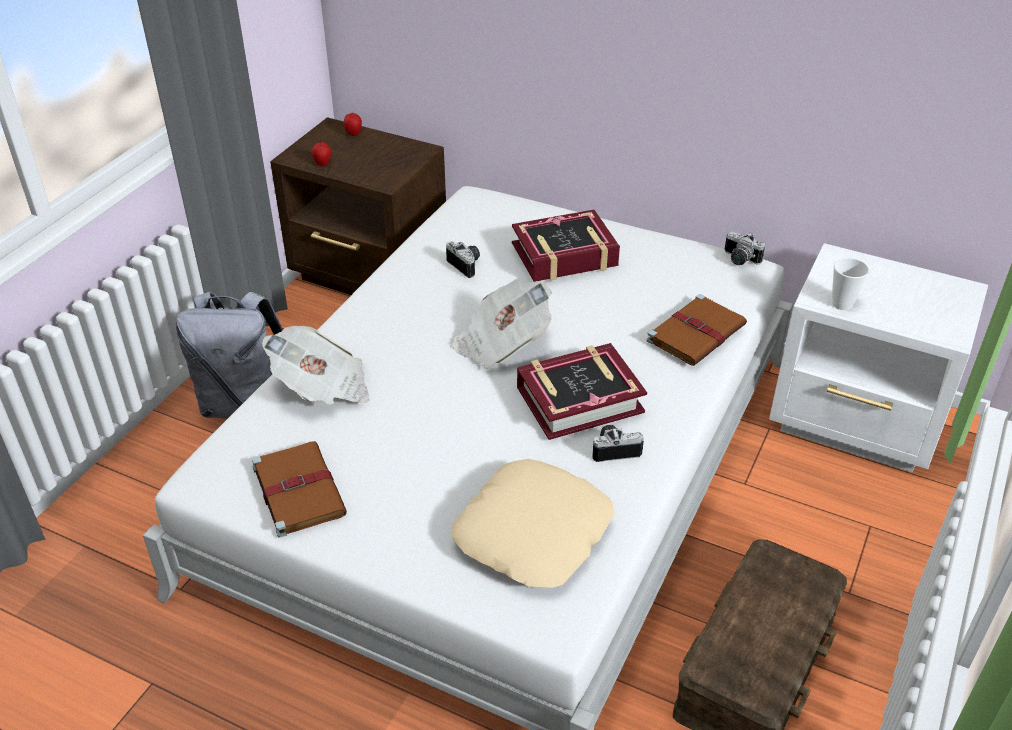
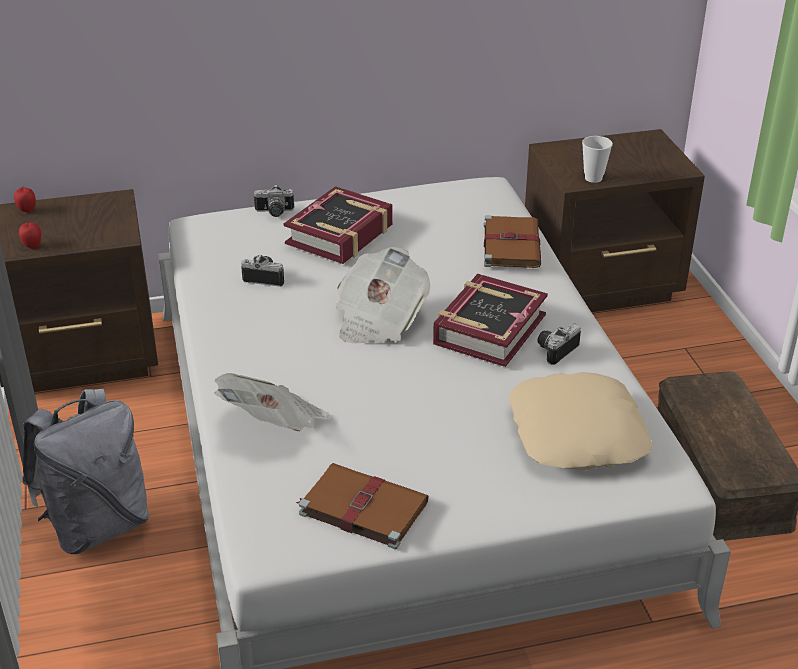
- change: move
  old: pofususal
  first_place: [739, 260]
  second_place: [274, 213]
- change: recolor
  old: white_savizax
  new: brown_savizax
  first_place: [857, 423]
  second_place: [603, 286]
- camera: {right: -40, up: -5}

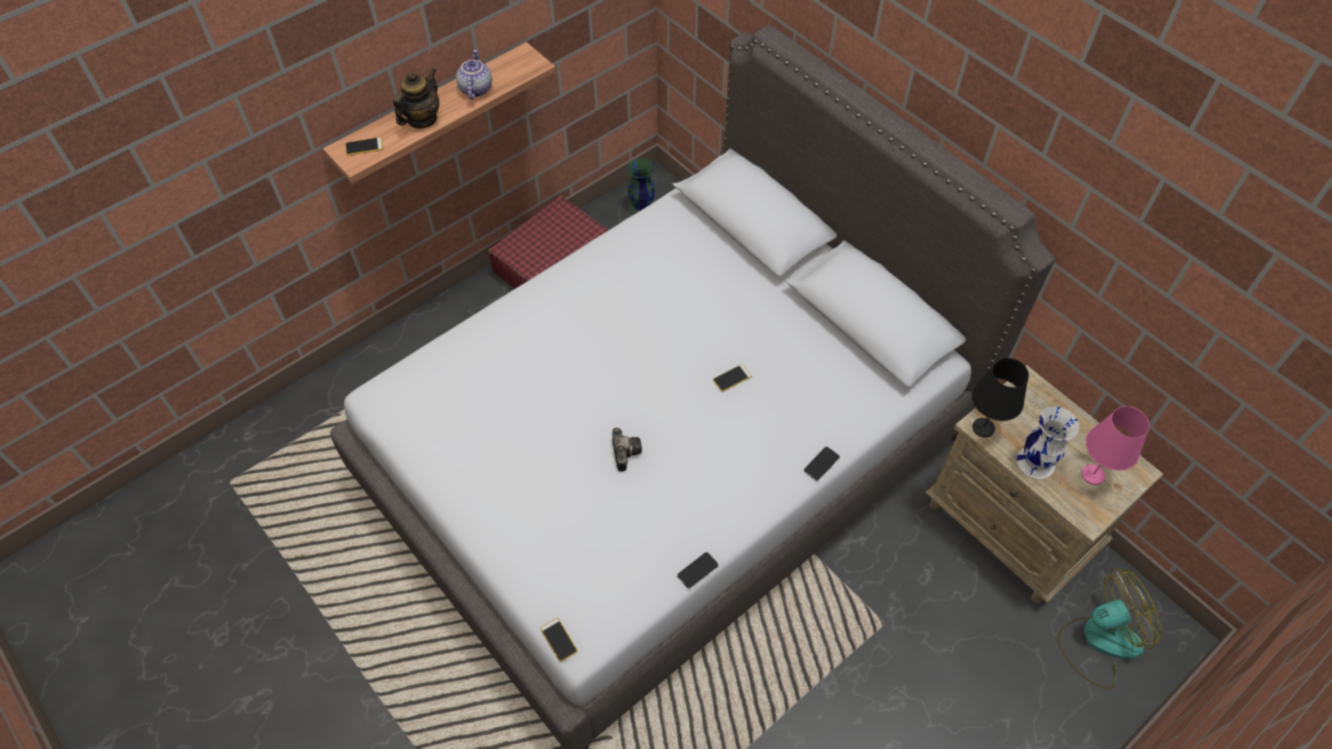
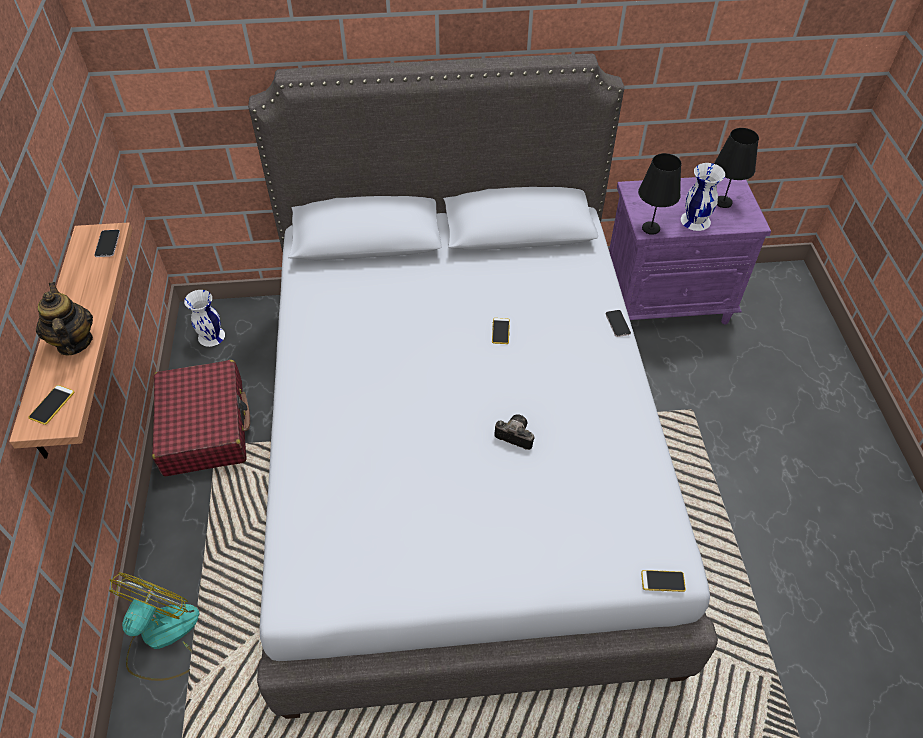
- change: delete
  old: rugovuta
  first_place: [475, 89]
- change: recolor
  old: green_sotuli
  new: white_sotuli
  first_place: [641, 206]
  second_place: [211, 336]
- change: move
  old: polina
  first_place: [697, 570]
  second_place: [107, 244]
- change: recolor
  old: beige_savizax
  new: purple_savizax
  first_place: [1011, 528]
  second_place: [667, 301]
- change: move
  old: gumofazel
  first_place: [1098, 641]
  second_place: [162, 638]
- change: recolor
  old: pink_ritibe
  new: black_ritibe
  first_place: [1093, 474]
  second_place: [723, 202]
- camera: {right: -55, up: -5}

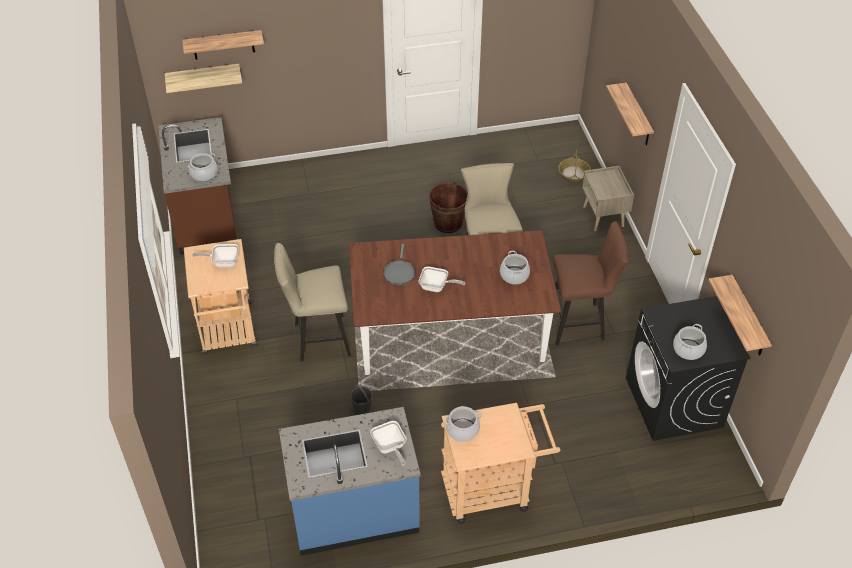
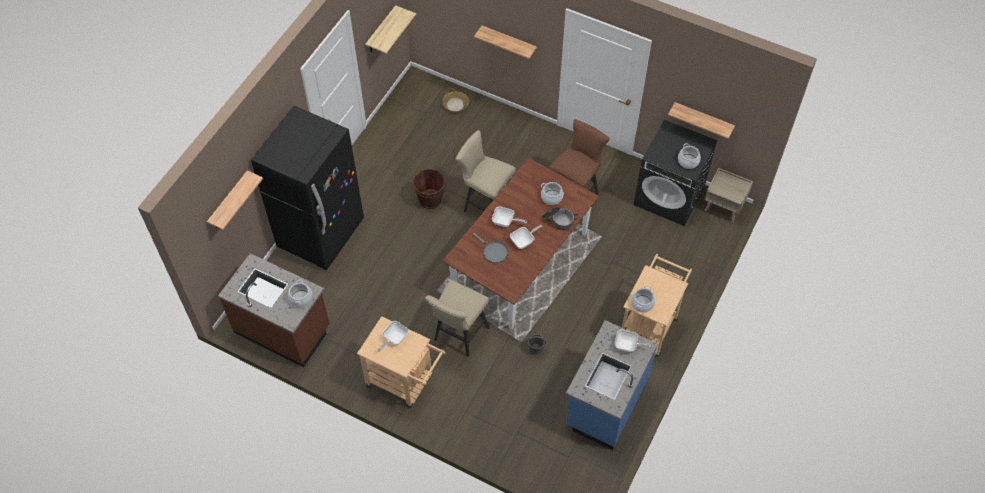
- change: move
  old: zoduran
  first_place: [203, 78]
  second_place: [381, 31]
- change: move
  old: beige_savizax
  first_place: [604, 216]
  second_place: [724, 207]
- change: insert
  new: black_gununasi
  second_place: [321, 234]
- change: insert
  new: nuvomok
  second_place: [505, 222]
- change: insert
  new: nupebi
  second_place: [558, 220]
- camera: {right: -50, up: 10}

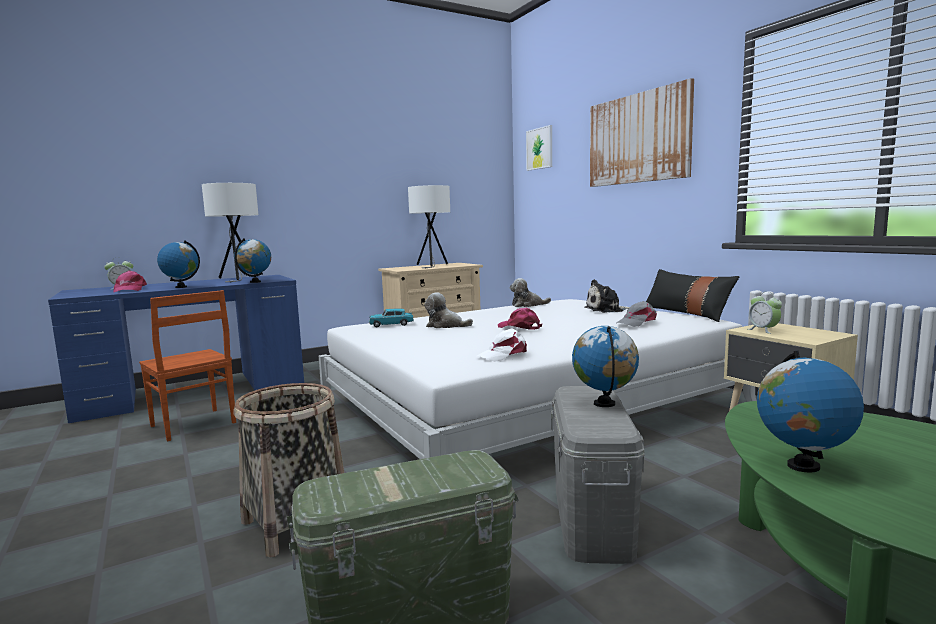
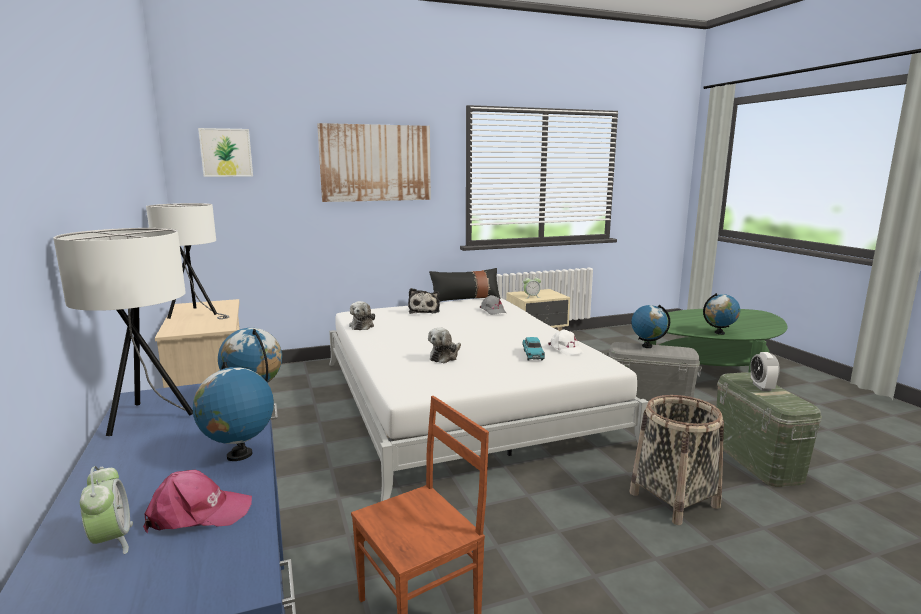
- change: move
  old: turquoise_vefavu
  first_place: [391, 325]
  second_place: [533, 355]
- change: delete
  old: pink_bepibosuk
  first_place: [519, 327]
- change: insert
  new: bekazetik
  second_place: [762, 387]
- camera: {right: -80, up: 5}

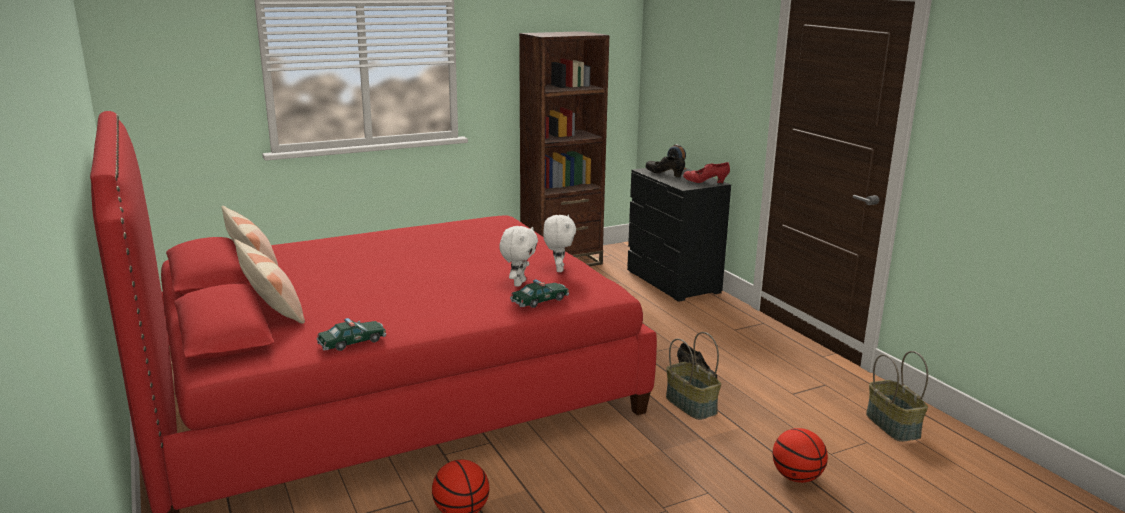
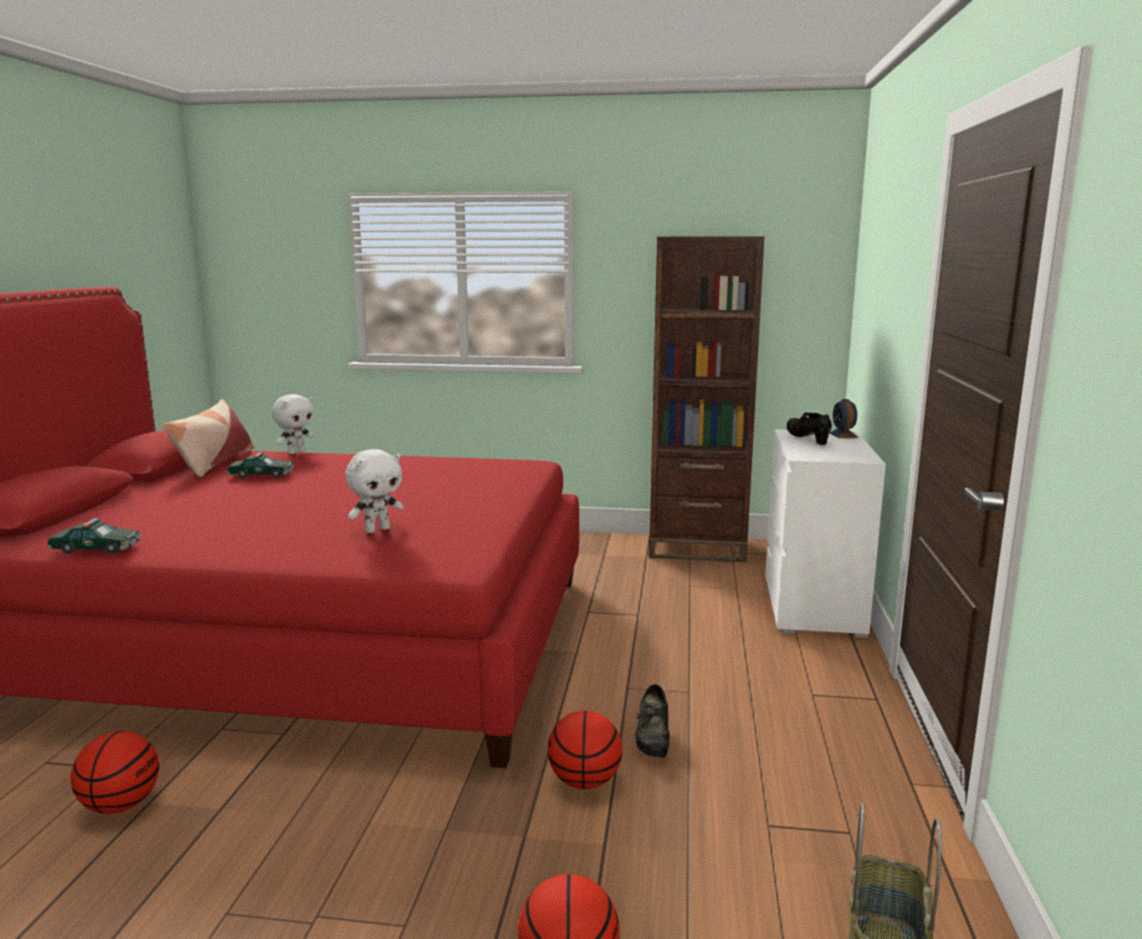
- change: delete
  old: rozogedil
  first_place: [271, 306]
- change: move
  old: vefavu
  first_place: [540, 301]
  second_place: [261, 475]
- change: move
  old: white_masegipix
  first_place: [558, 269]
  second_place: [296, 452]
- change: recolor
  old: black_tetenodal
  new: white_tetenodal
  first_place: [673, 282]
  second_place: [812, 606]
- change: replace
  old: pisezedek
  new: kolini
  first_place: [692, 405]
  second_place: [585, 781]
- change: delete
  old: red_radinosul
  first_place: [705, 183]
- camera: {right: 35, up: -5}

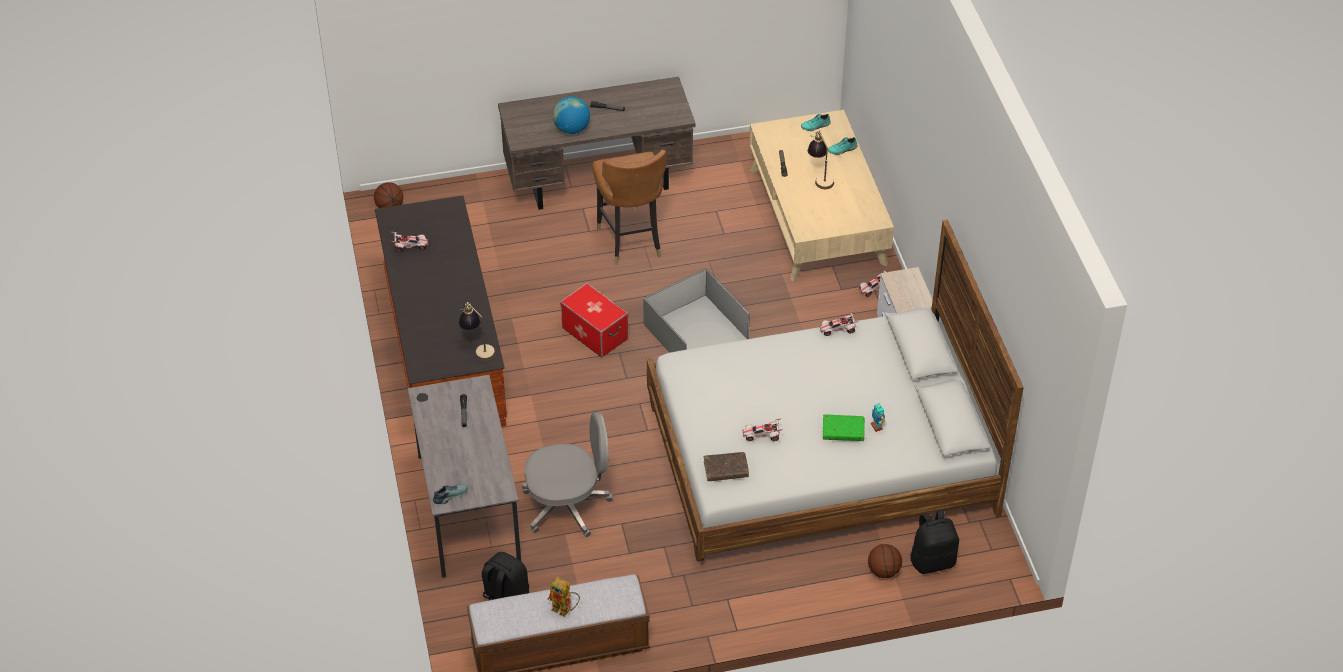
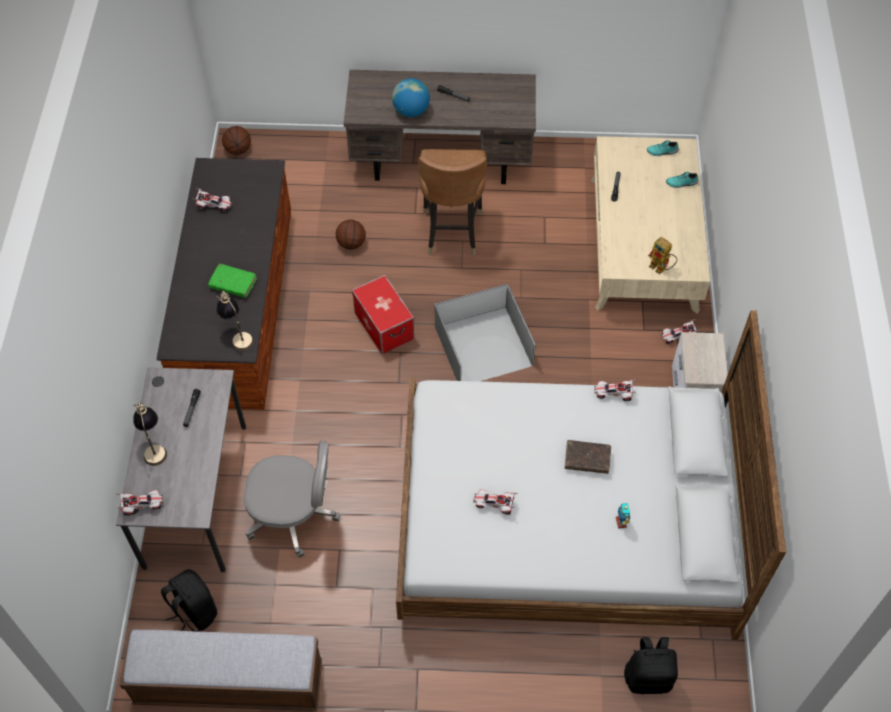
- change: replace
  old: radinosul
  new: vefavu
  first_place: [450, 495]
  second_place: [142, 505]
- change: move
  old: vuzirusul
  first_place: [565, 609]
  second_place: [661, 268]
- change: move
  old: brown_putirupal
  first_place: [726, 470]
  second_place: [587, 459]
- change: move
  old: ritibe
  first_place: [820, 177]
  second_place: [154, 446]
- change: move
  old: green_putirupal
  first_place: [843, 431]
  second_place: [233, 284]
- change: move
  old: kolini
  first_place: [884, 571]
  second_place: [351, 244]
- camera: {right: 15, up: 10}

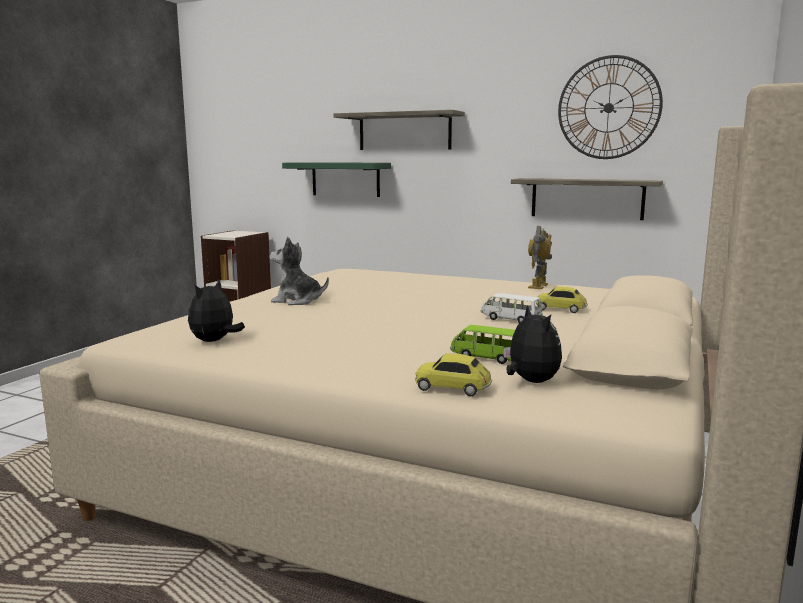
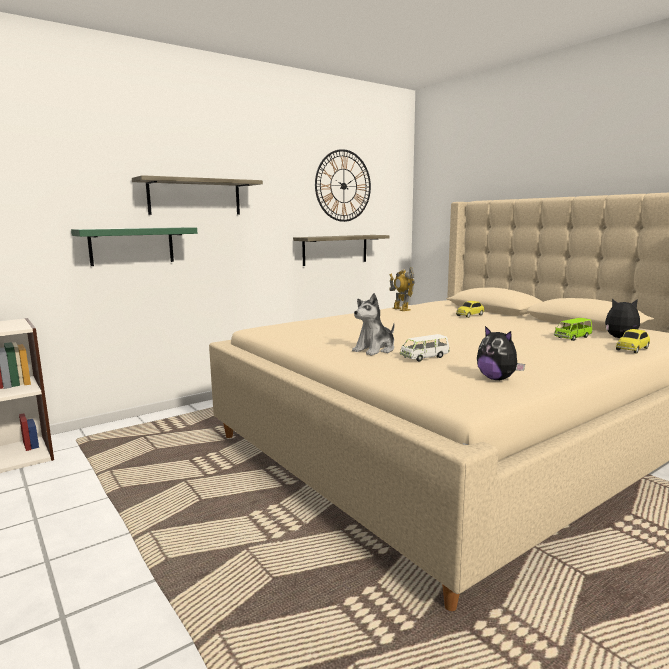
- change: move
  old: white_vefavu
  first_place: [511, 319]
  second_place: [424, 357]
- camera: {right: -60, up: 0}

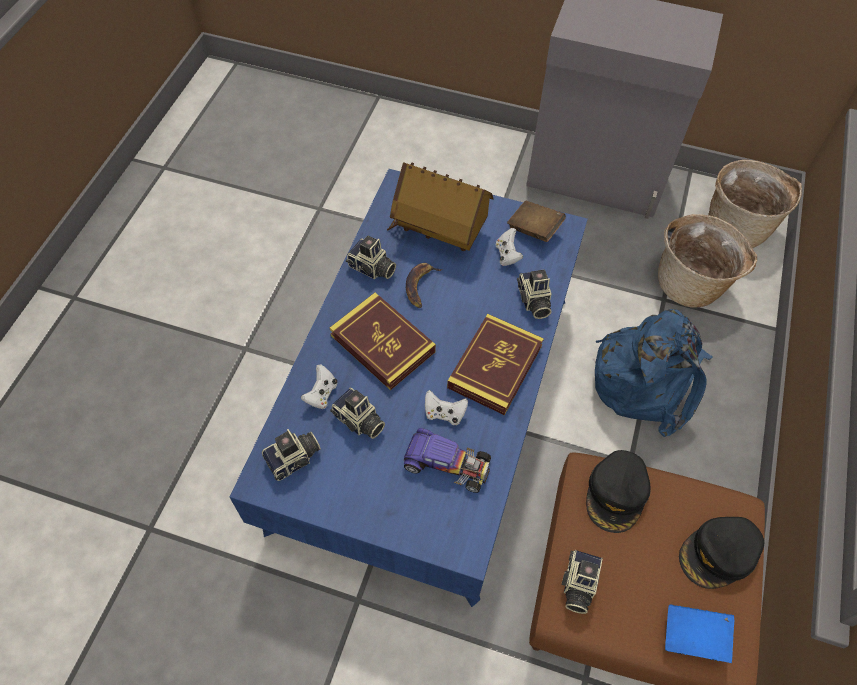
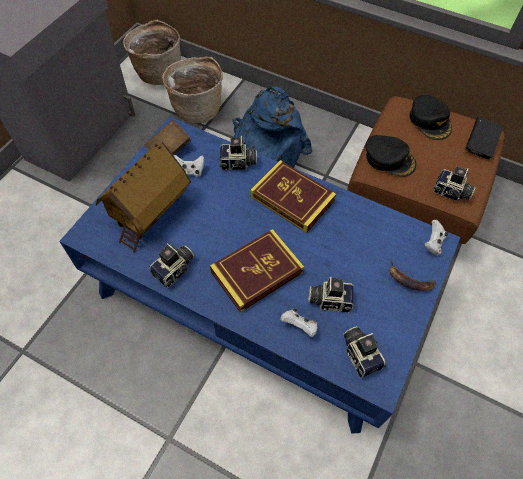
- change: rotate
  old: pofususal
  first_place: [358, 421]
  second_place: [329, 300]
  degrees: -135
- change: delete
  old: vefavu
  first_place: [447, 464]
- change: move
  old: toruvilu
  first_place: [420, 286]
  second_place: [409, 280]
- change: move
  old: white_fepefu
  first_place: [444, 413]
  second_place: [433, 243]
- change: recolor
  old: blue_putirupal
  new: black_putirupal
  first_place: [694, 637]
  second_place: [480, 145]
- camera: {right: -80, up: 0}

